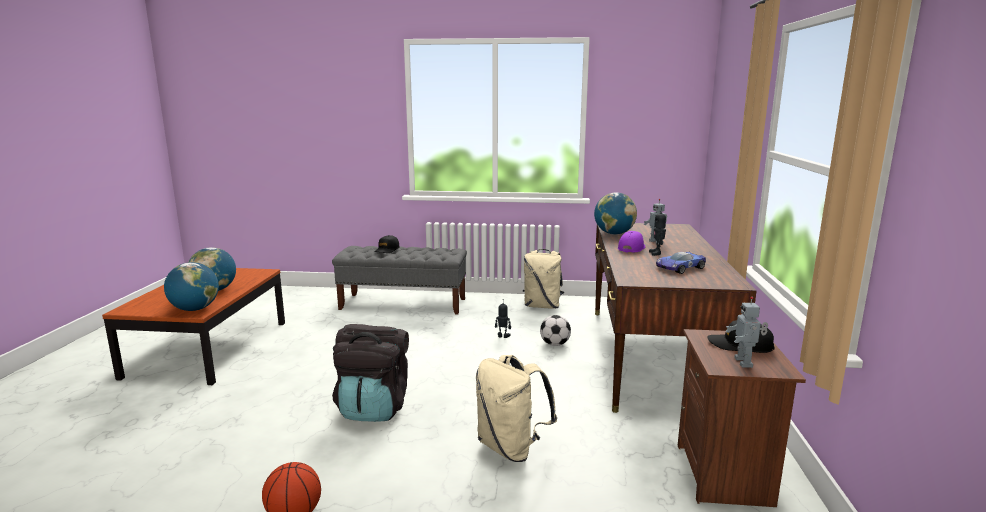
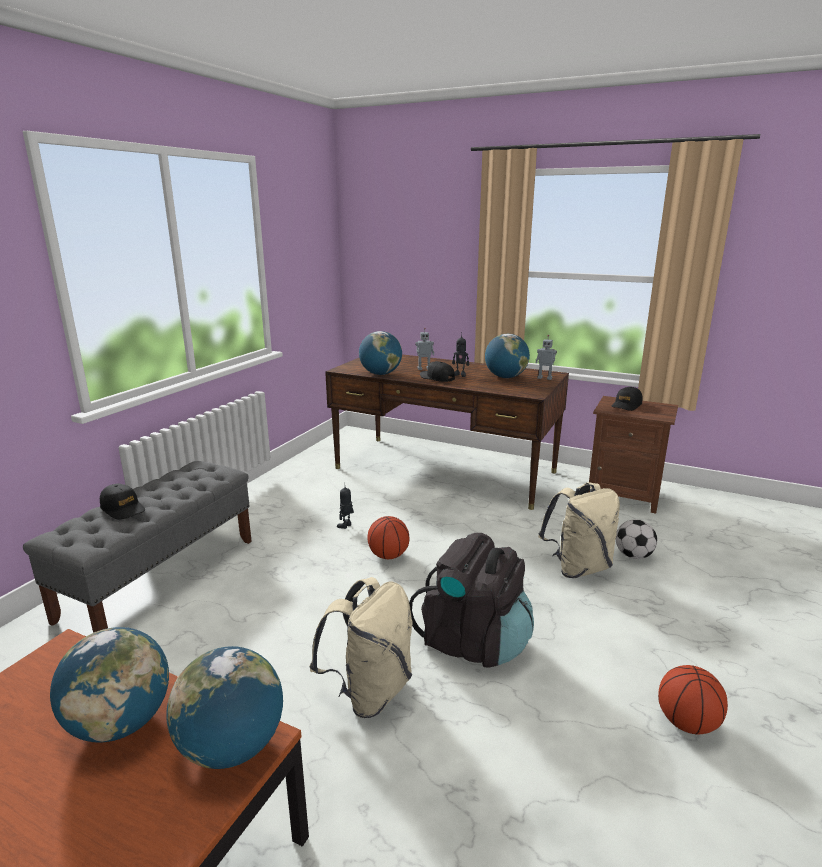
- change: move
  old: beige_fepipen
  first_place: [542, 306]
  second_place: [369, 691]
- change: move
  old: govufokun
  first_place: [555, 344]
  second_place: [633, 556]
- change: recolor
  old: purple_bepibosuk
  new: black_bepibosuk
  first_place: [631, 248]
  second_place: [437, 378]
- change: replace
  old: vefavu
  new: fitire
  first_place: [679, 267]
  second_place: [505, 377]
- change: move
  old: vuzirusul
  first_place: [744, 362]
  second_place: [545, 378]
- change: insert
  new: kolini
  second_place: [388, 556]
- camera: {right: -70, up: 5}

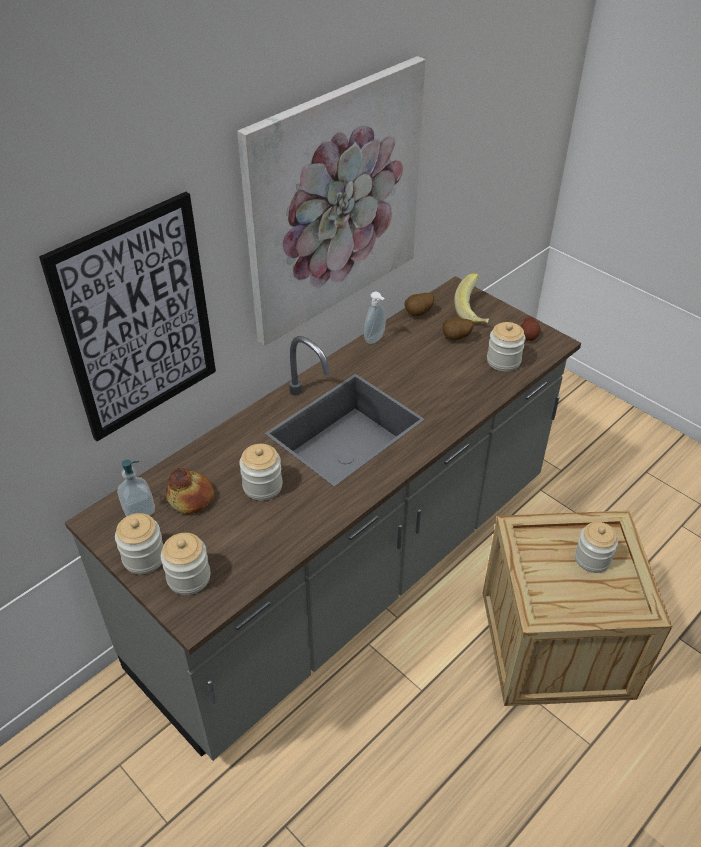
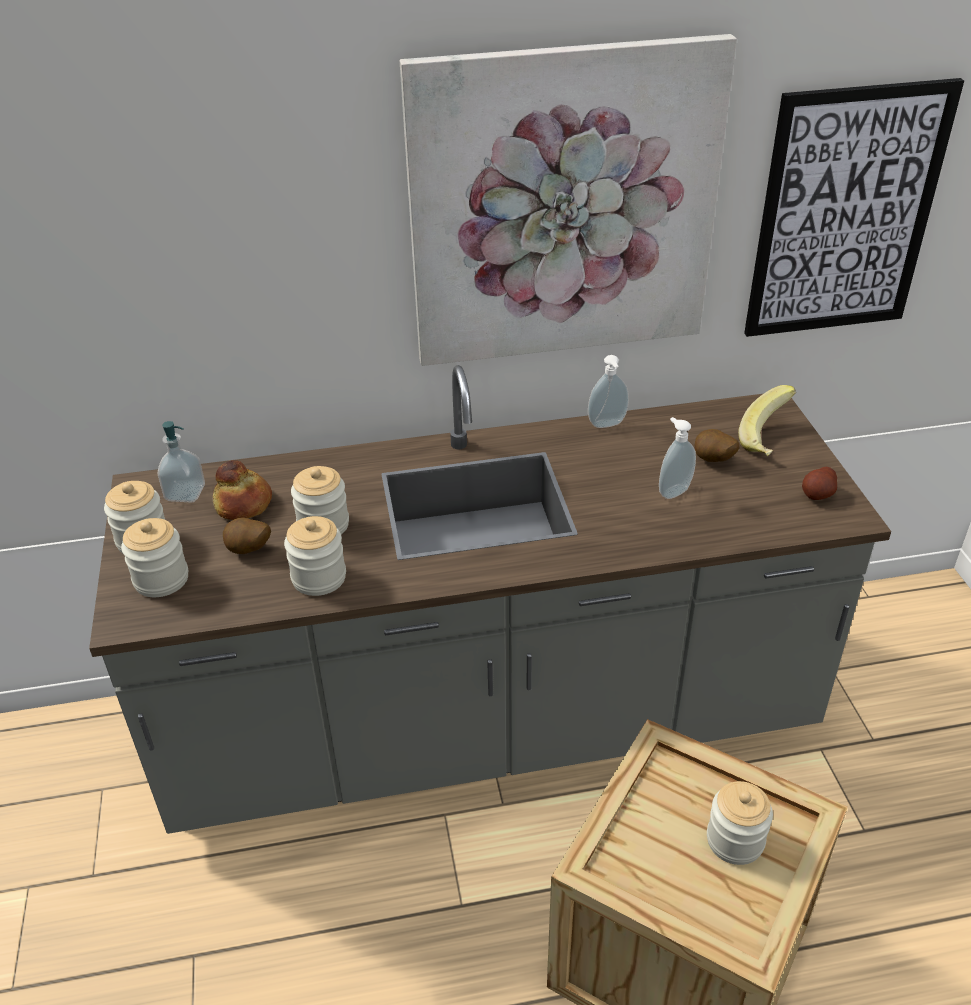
- change: move
  old: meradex
  first_place: [137, 320]
  second_place: [845, 213]
- change: move
  old: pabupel
  first_place: [419, 314]
  second_place: [249, 551]
- change: move
  old: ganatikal
  first_place: [503, 361]
  second_place: [319, 577]
- change: insert
  new: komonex
  second_place: [673, 491]
- camera: {right: 35, up: -5}

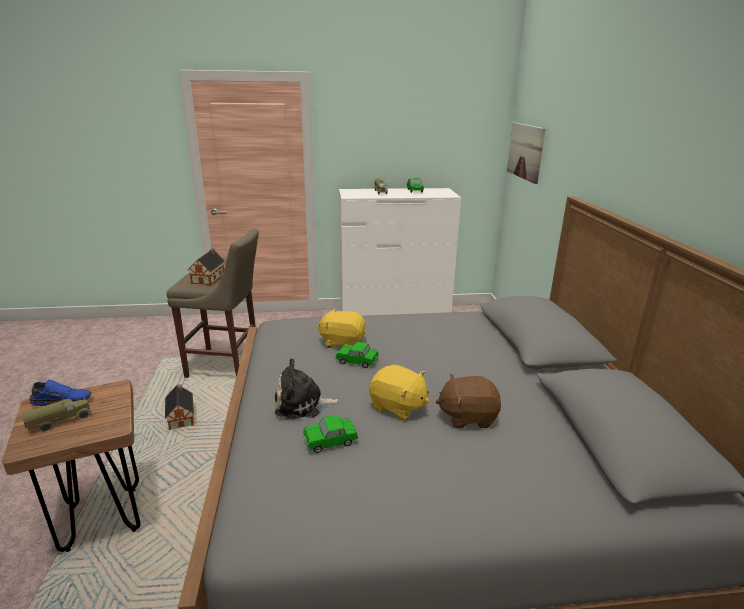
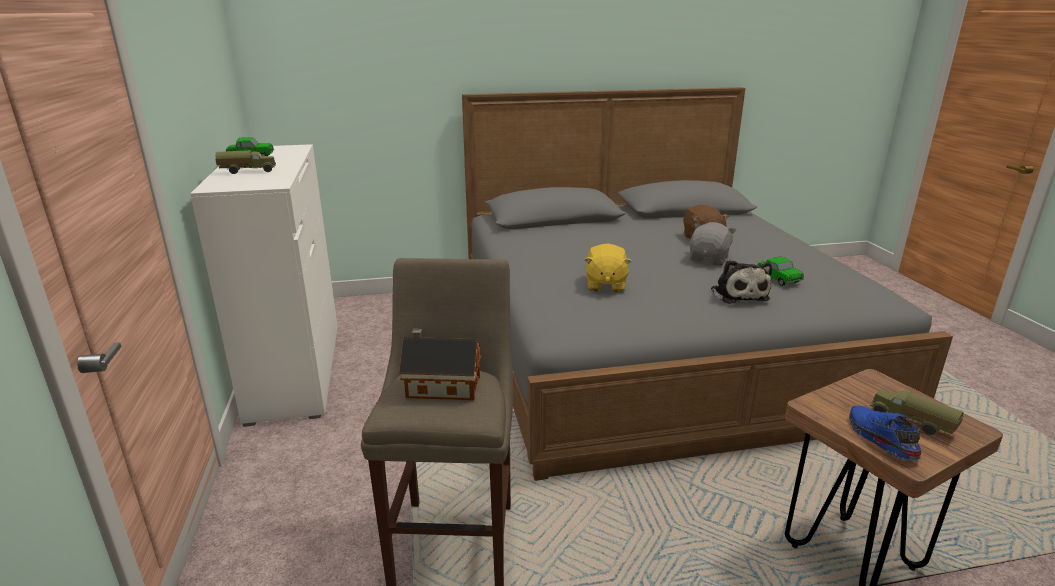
- change: delete
  old: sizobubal
  first_place: [181, 416]
- change: delete
  old: vefavu
  first_place: [357, 361]
- change: recolor
  old: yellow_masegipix
  new: grey_masegipix
  first_place: [398, 407]
  second_place: [709, 259]
- change: delete
  old: meradex
  first_place: [525, 151]
- camera: {right: -95, up: 0}

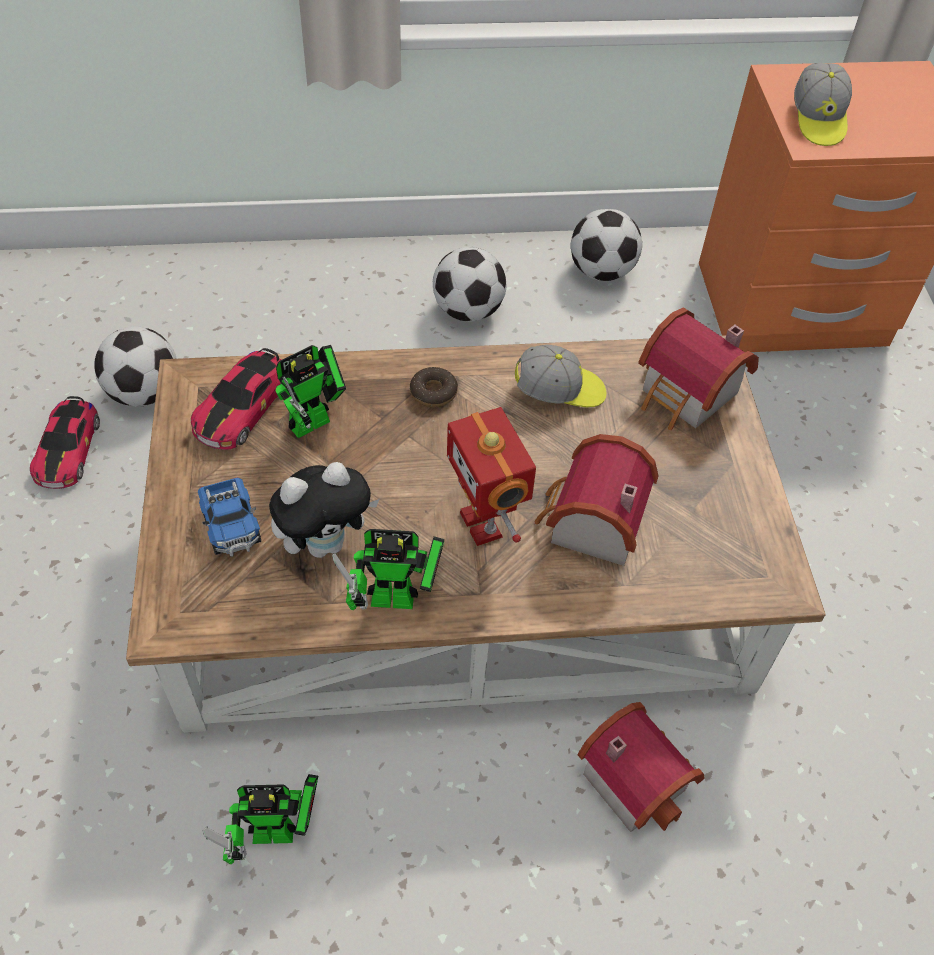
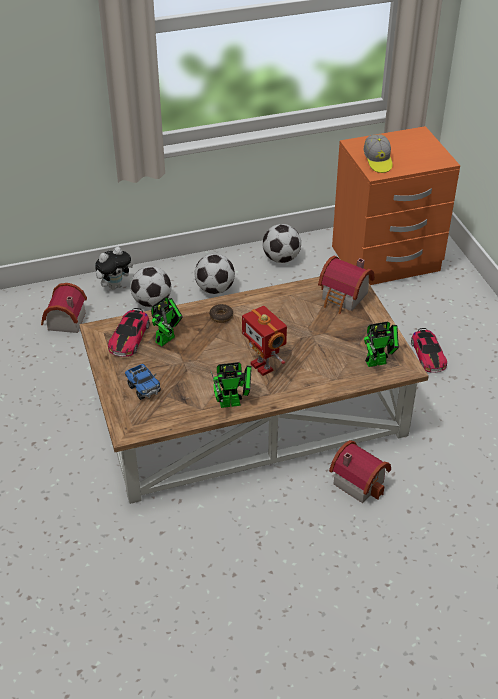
- change: move
  old: vefavu
  first_place: [68, 449]
  second_place: [428, 355]
- change: move
  old: govufokun
  first_place: [145, 393]
  second_place: [152, 302]
- change: move
  old: vuzirusul
  first_place: [280, 833]
  second_place: [379, 361]
- change: move
  old: masegipix
  first_place: [326, 543]
  second_place: [115, 285]
- change: delete
  old: bepibosuk
  first_place: [559, 391]
- change: move
  old: sizobubal
  first_place: [590, 525]
  second_place: [63, 322]
- camera: {right: -10, up: -10}

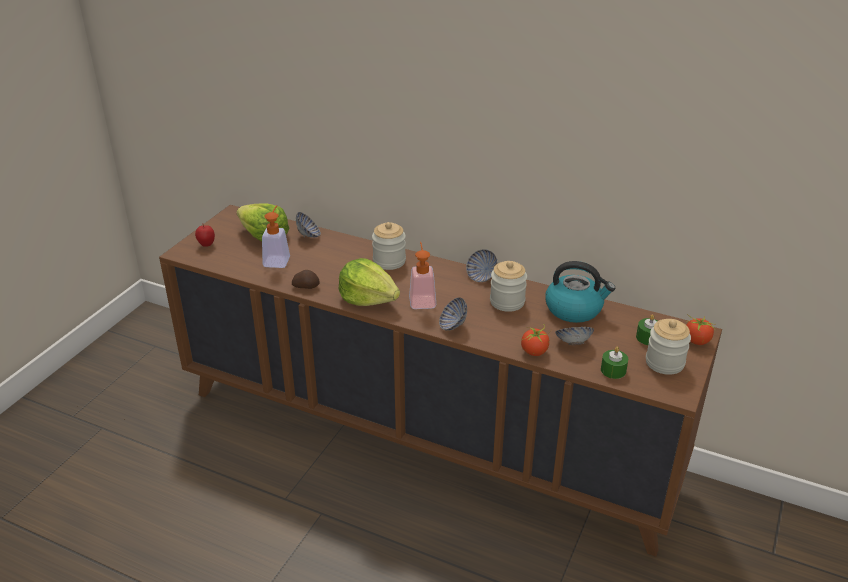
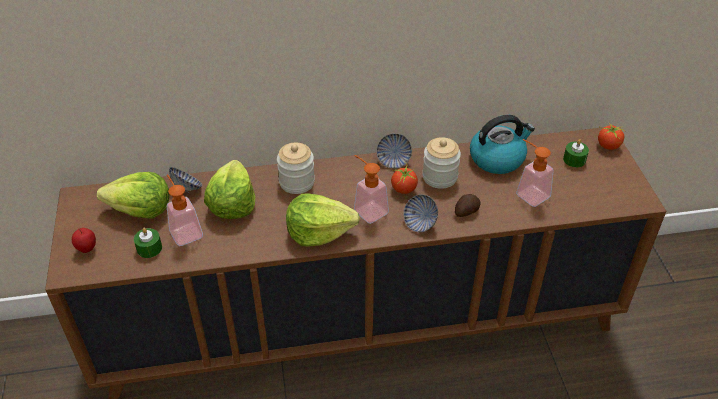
- change: move
  old: pabupel
  first_place: [306, 286]
  second_place: [466, 211]
- change: move
  old: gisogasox
  first_place: [534, 351]
  second_place: [403, 189]
- change: replace
  old: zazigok
  new: komonex
  first_place: [573, 343]
  second_place: [528, 193]
- change: move
  old: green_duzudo
  first_place: [613, 370]
  second_place: [149, 248]
- change: delete
  old: ganatikal
  first_place: [664, 363]
- change: insert
  new: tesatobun
  second_place: [232, 204]
- camera: {right: -35, up: 10}

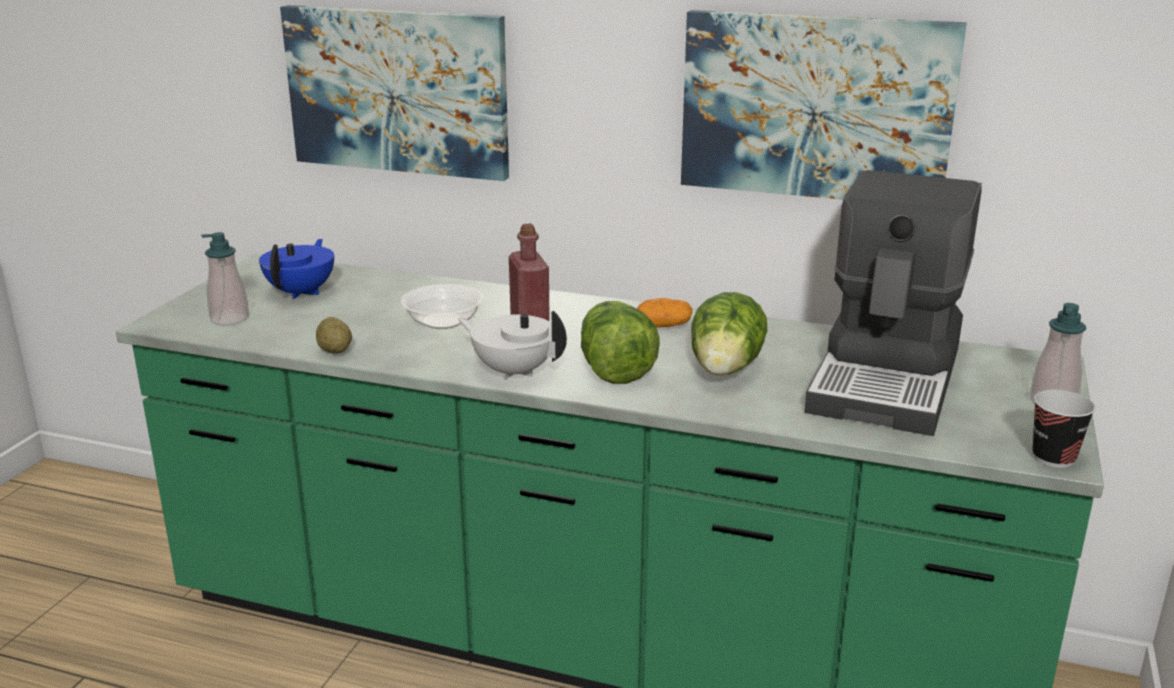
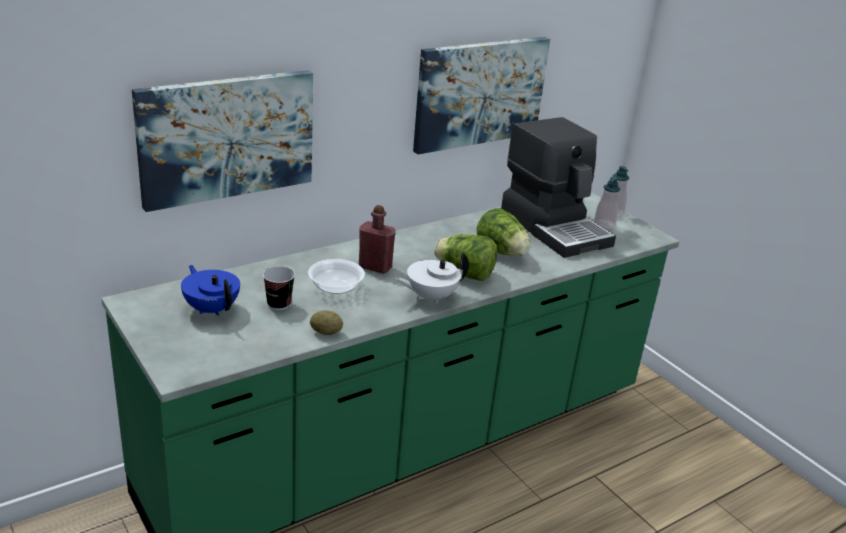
- change: move
  old: komonex
  first_place: [230, 319]
  second_place: [604, 225]
- change: delete
  old: pabupel
  first_place: [663, 326]
- change: move
  old: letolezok
  first_place: [1053, 458]
  second_place: [279, 304]
- camera: {right: -55, up: 5}

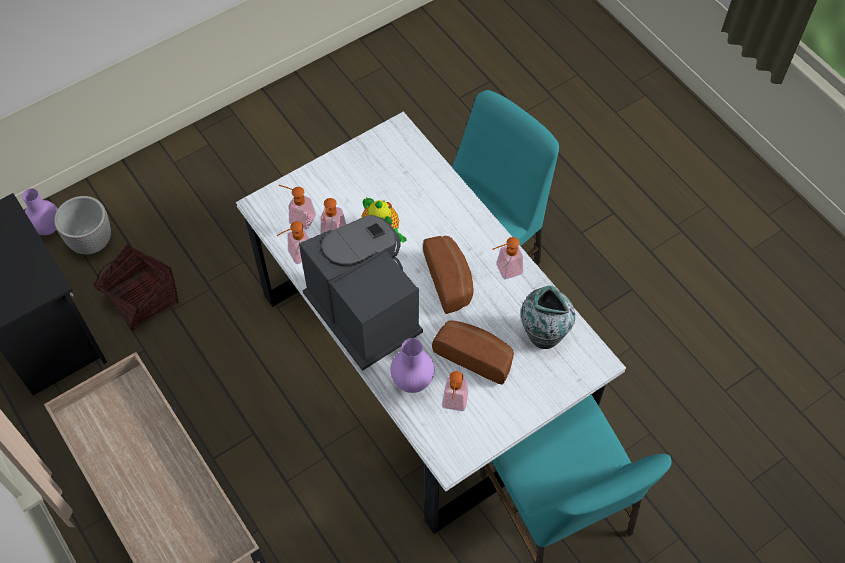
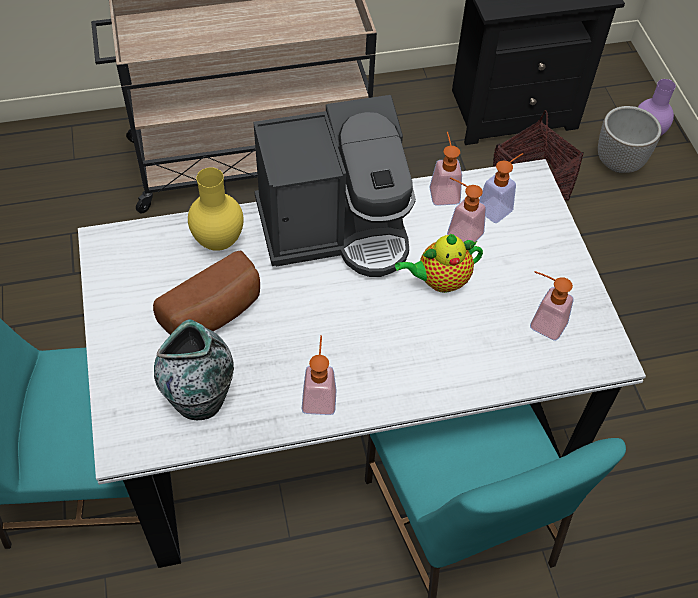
- change: recolor
  old: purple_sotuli
  new: yellow_sotuli
  first_place: [411, 382]
  second_place: [219, 240]
- change: delete
  old: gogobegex
  first_place: [450, 280]
- change: move
  old: komonex
  first_place: [454, 405]
  second_place: [542, 322]
- camera: {right: 110, up: -5}

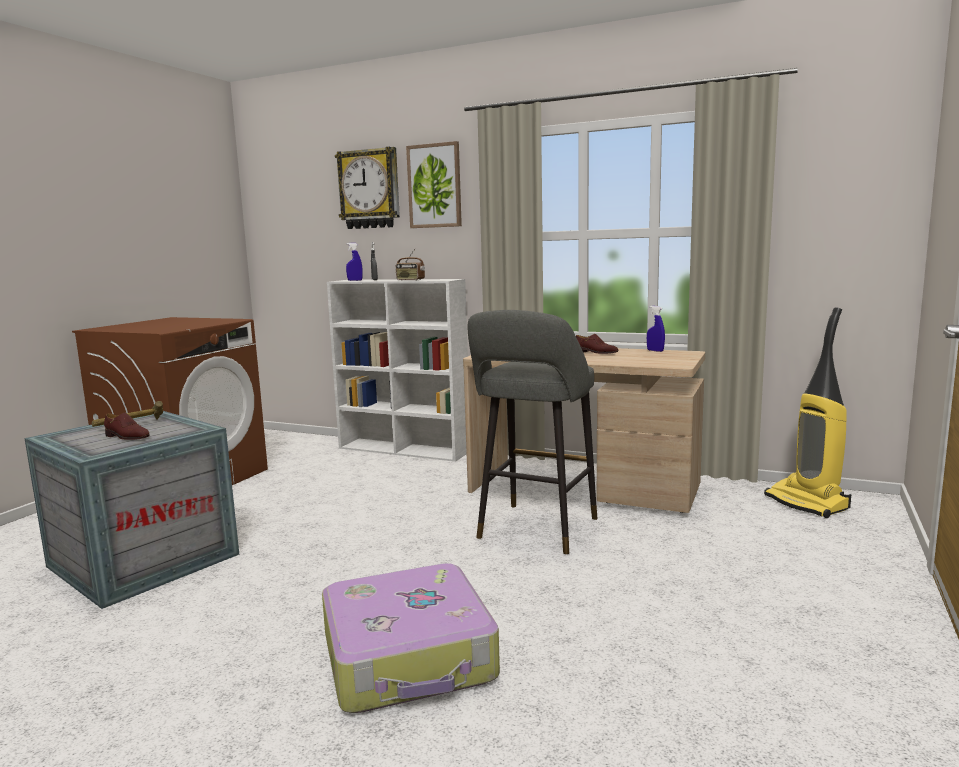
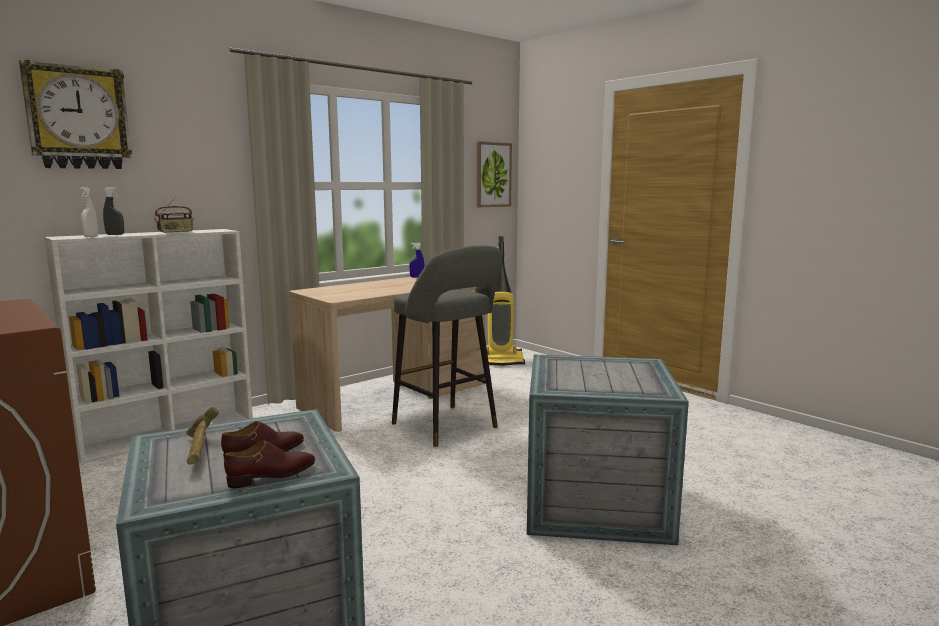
- change: replace
  old: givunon
  new: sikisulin
  first_place: [410, 657]
  second_place: [595, 502]
- change: recolor
  old: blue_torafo
  new: white_torafo
  first_place: [355, 280]
  second_place: [91, 236]
- change: move
  old: meradex
  first_place: [435, 186]
  second_place: [493, 175]
- change: move
  old: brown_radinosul
  first_place: [596, 352]
  second_place: [272, 475]
- camera: {right: -65, up: 0}

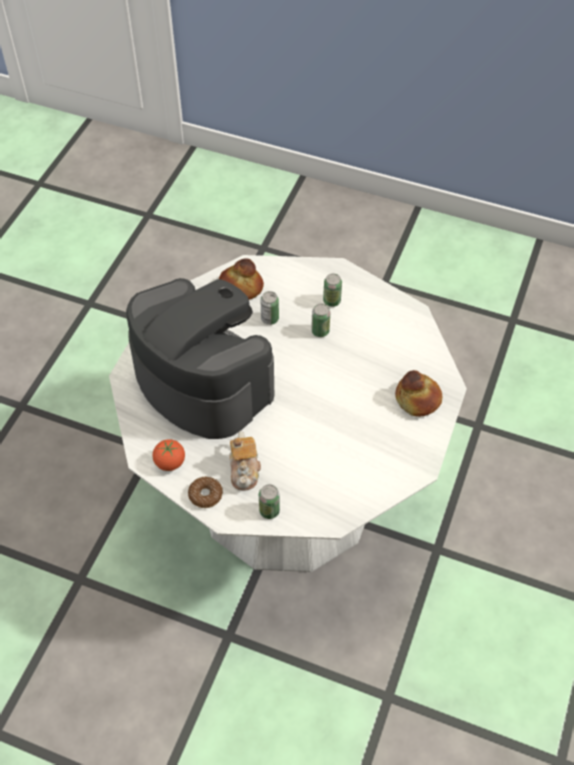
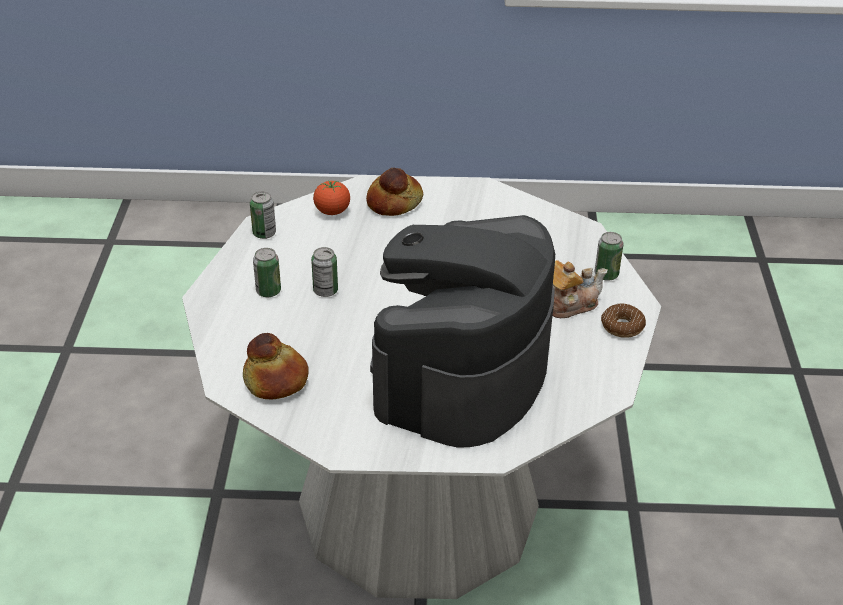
- change: move
  old: gisogasox
  first_place: [170, 462]
  second_place: [332, 211]
- change: move
  old: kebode
  first_place: [270, 319]
  second_place: [264, 233]
- camera: {right: -110, up: -15}

